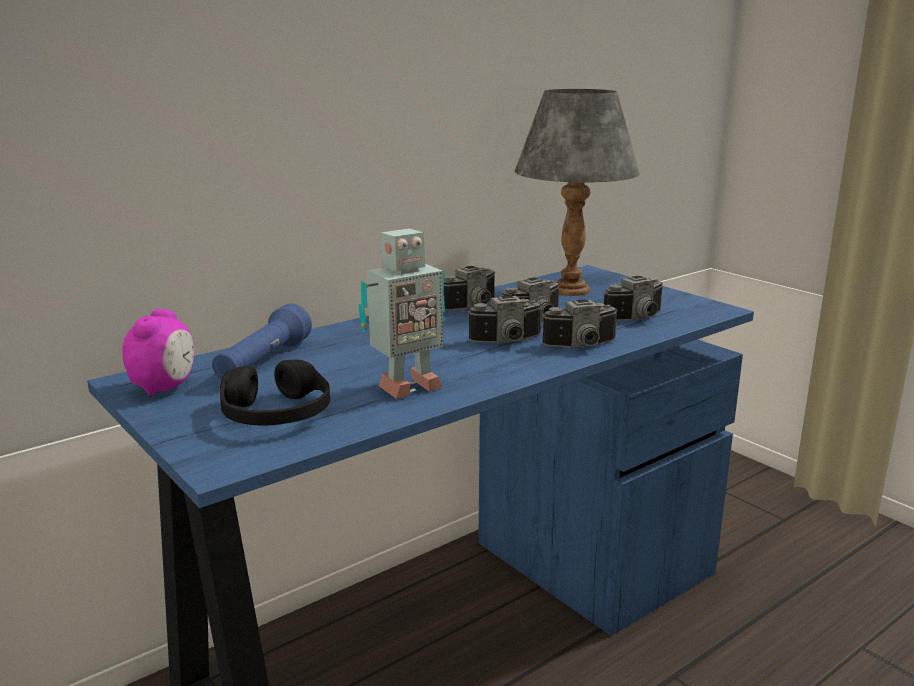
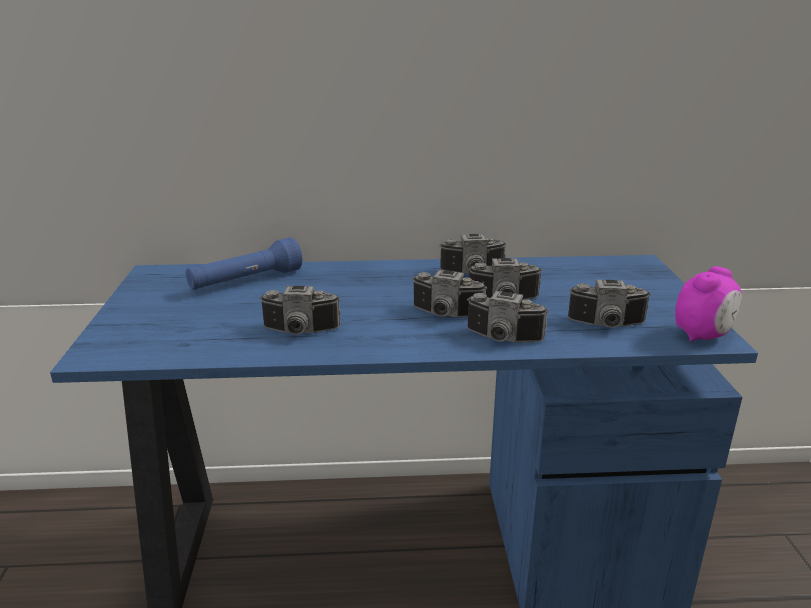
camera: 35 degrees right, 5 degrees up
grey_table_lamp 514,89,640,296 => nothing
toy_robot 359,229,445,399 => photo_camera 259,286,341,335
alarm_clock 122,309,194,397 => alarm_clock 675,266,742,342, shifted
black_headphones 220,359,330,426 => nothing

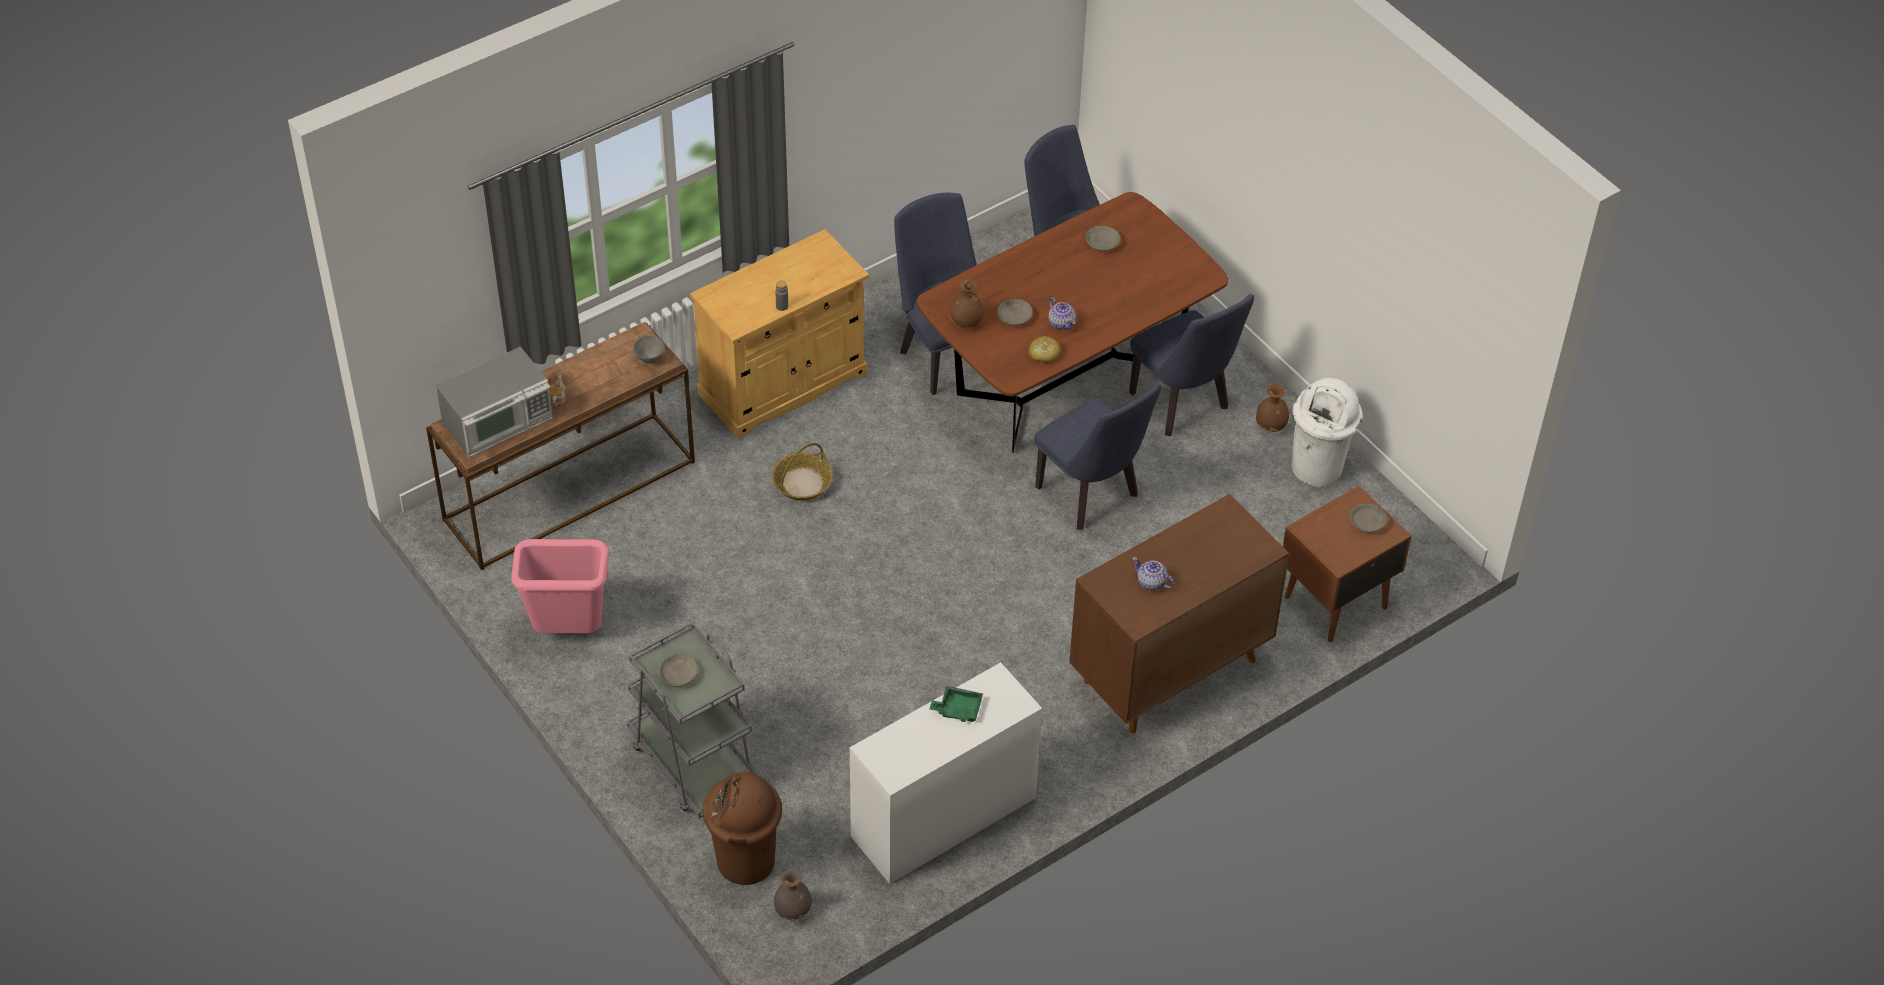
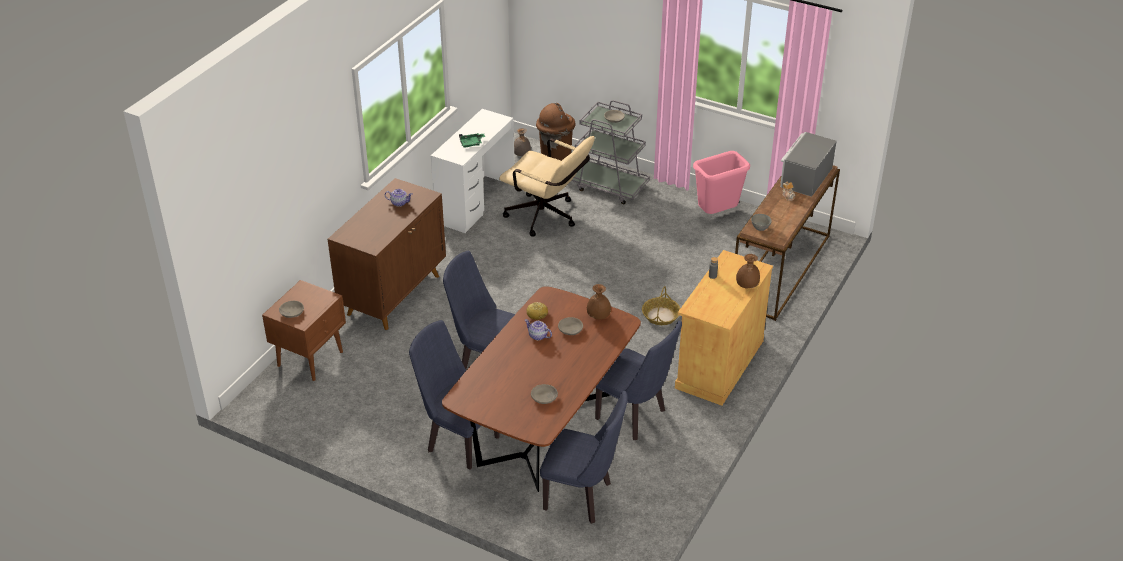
camera: 155 degrees right, 10 degrees down
white_trash_can 1291,378,1363,487 => nothing
brown_vase 1256,385,1289,432 => brown_vase 736,254,760,288, shifted
nothing => beige_office_chair 499,136,595,237

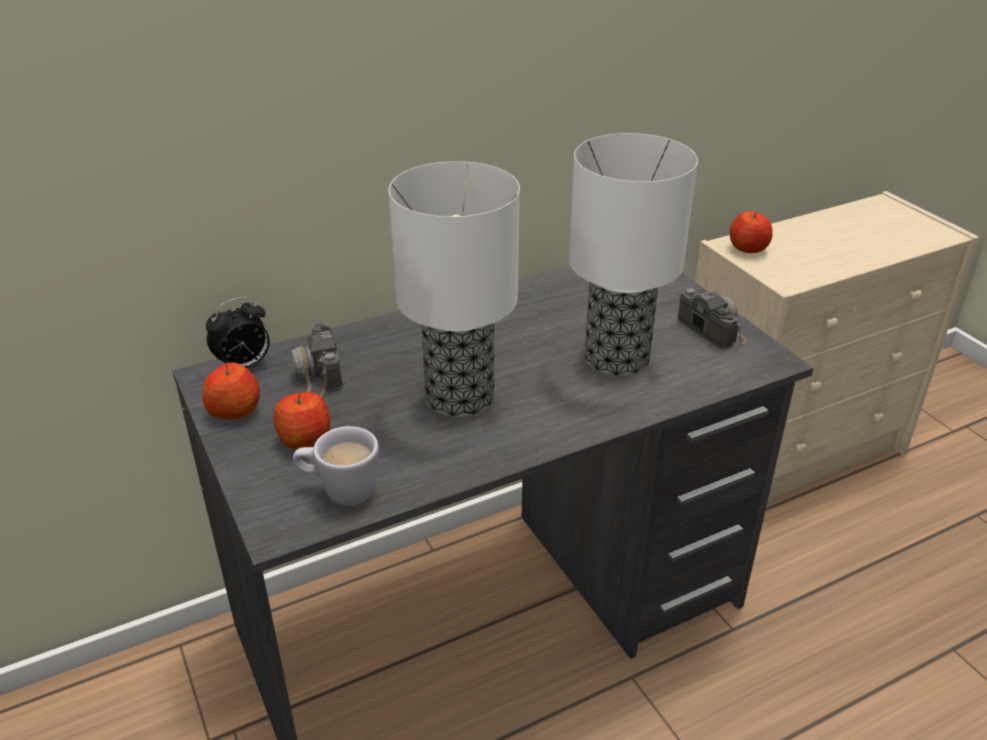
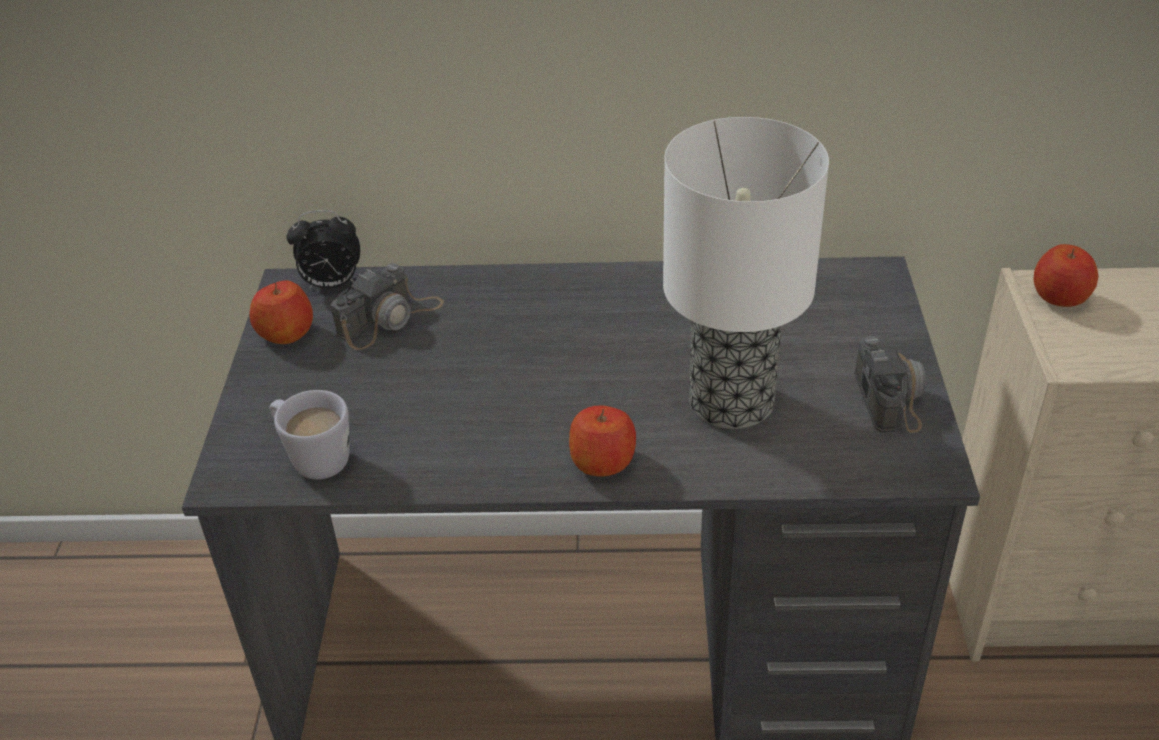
camera: 30 degrees right, 5 degrees up
table_lamp 389,161,520,418 => nothing
photo_camera 291,323,343,397 => photo_camera 331,263,444,350, 150 degrees counterclockwise
apple 273,392,330,450 => apple 569,406,636,476, shifted

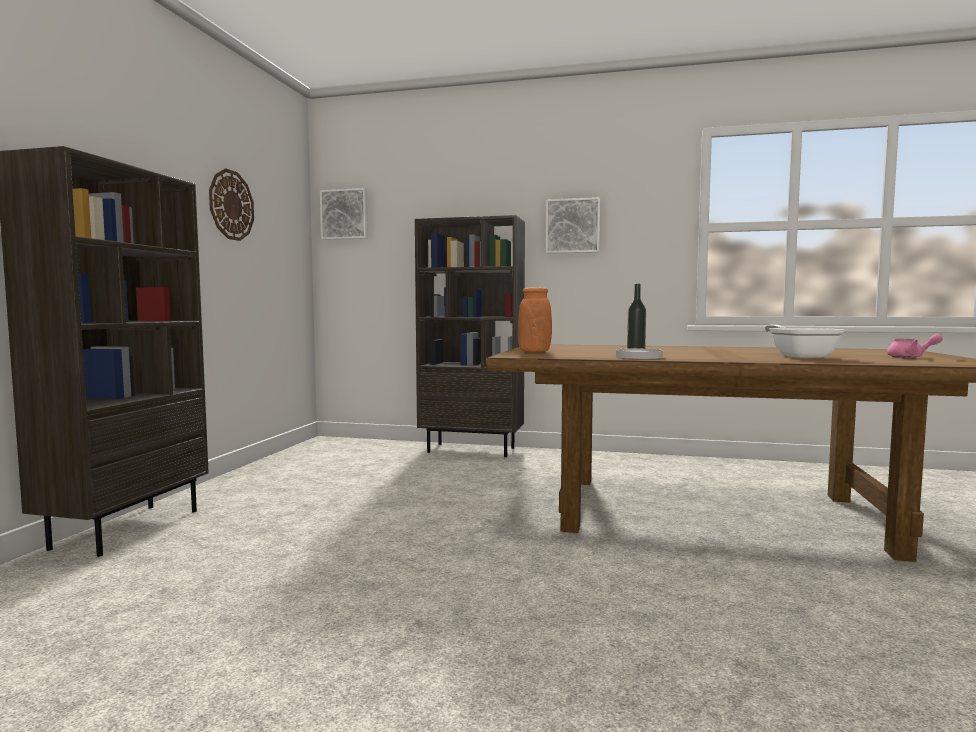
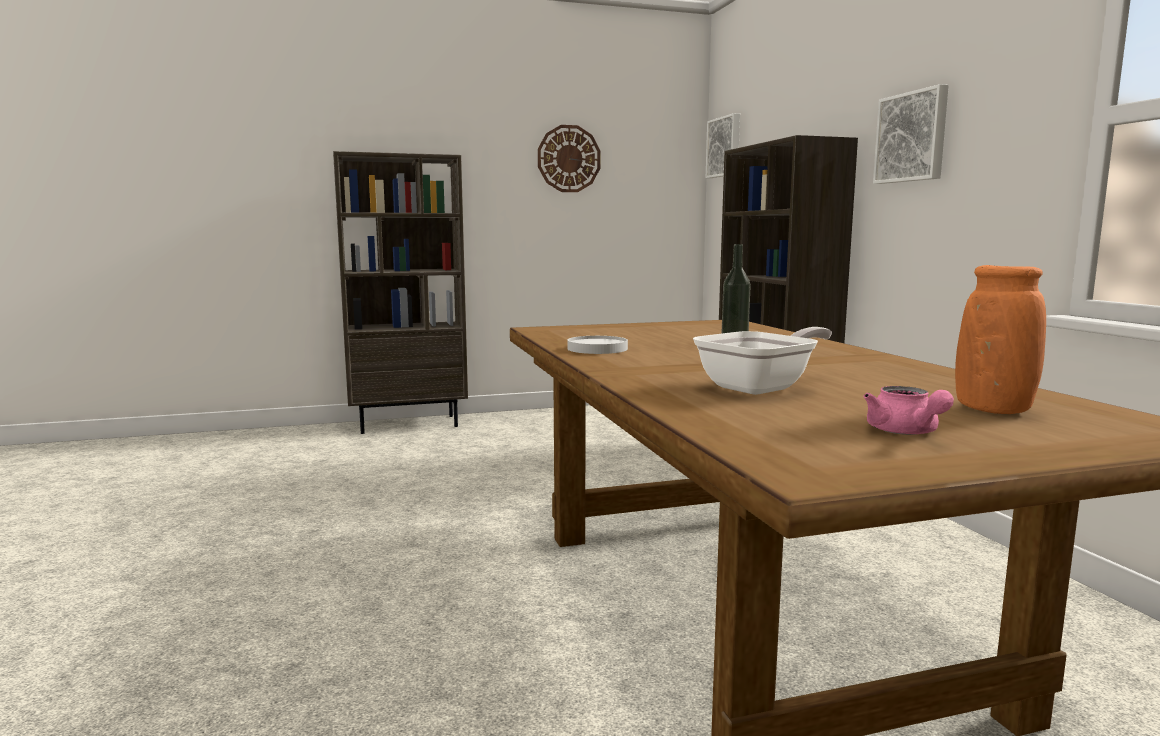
camera: 60 degrees right, 5 degrees up
orange_vase 518,288,552,352 => orange_vase 955,265,1046,414, shifted

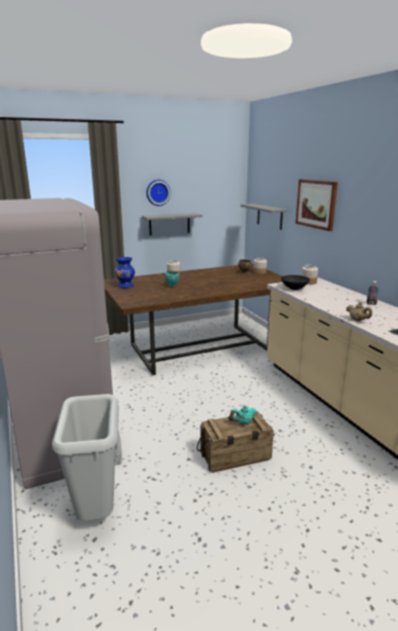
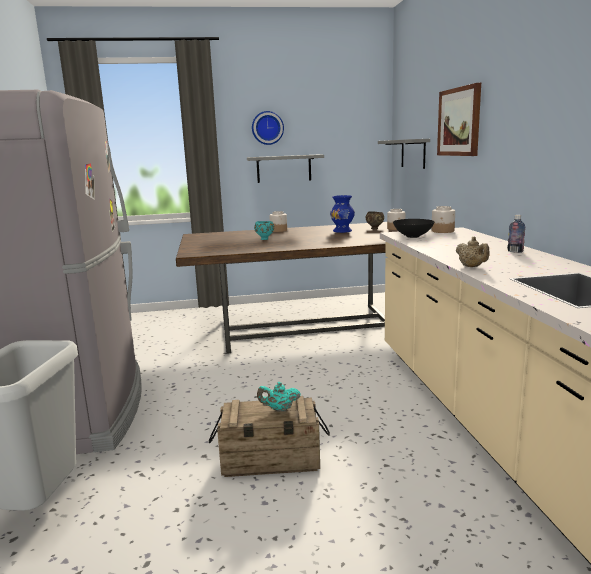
camera: 15 degrees right, 5 degrees down
blue_vase 115,257,135,288 => blue_vase 330,195,355,233, shifted

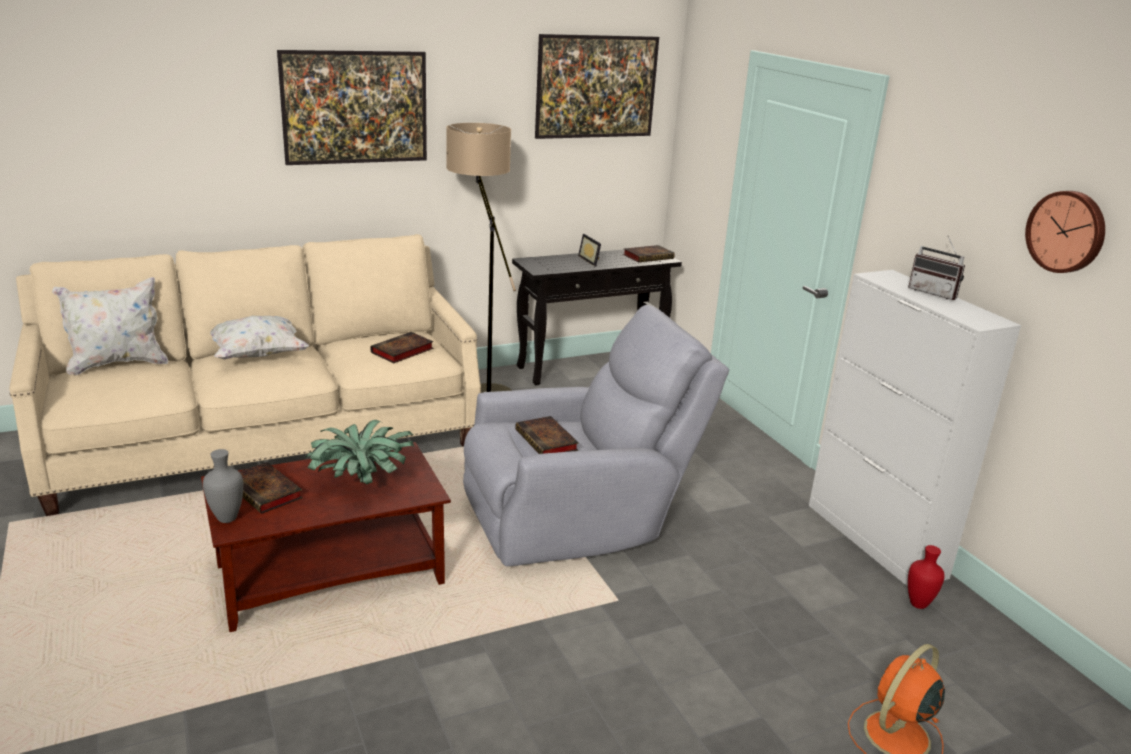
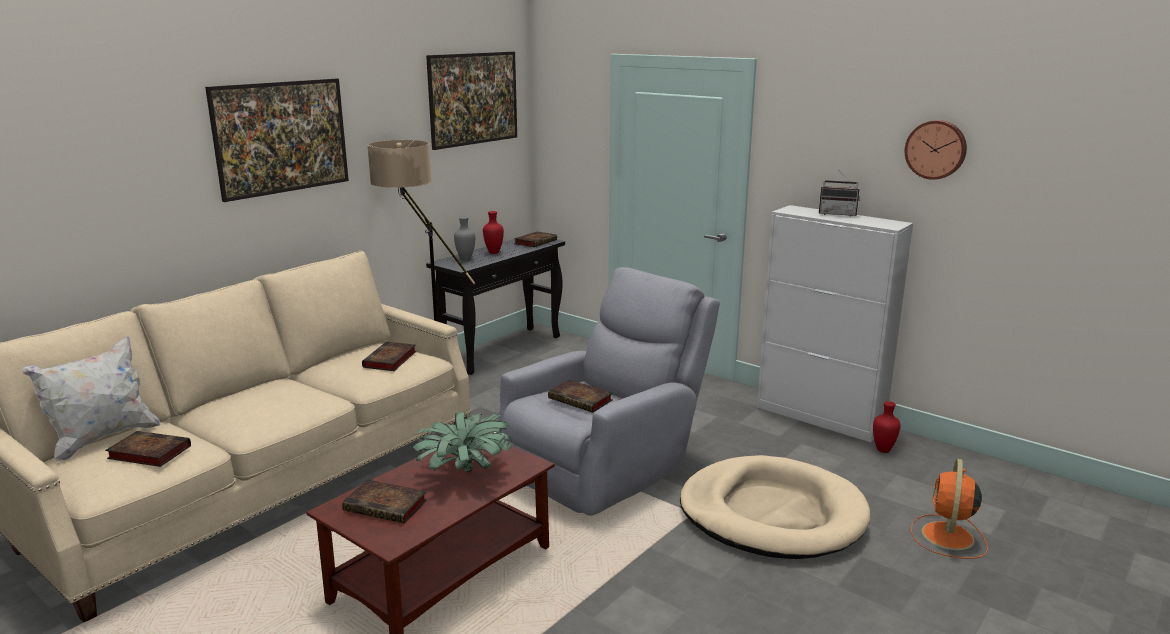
camera: 25 degrees left, 5 degrees down
picture_frame 578,234,601,267 => red_vase 483,211,504,254
white_pillow 210,316,309,359 => nothing
grey_vase 203,449,243,523 => grey_vase 454,217,475,261, shifted
nothing => book 105,431,191,467
nothing => beige_dog_bed 680,455,871,559

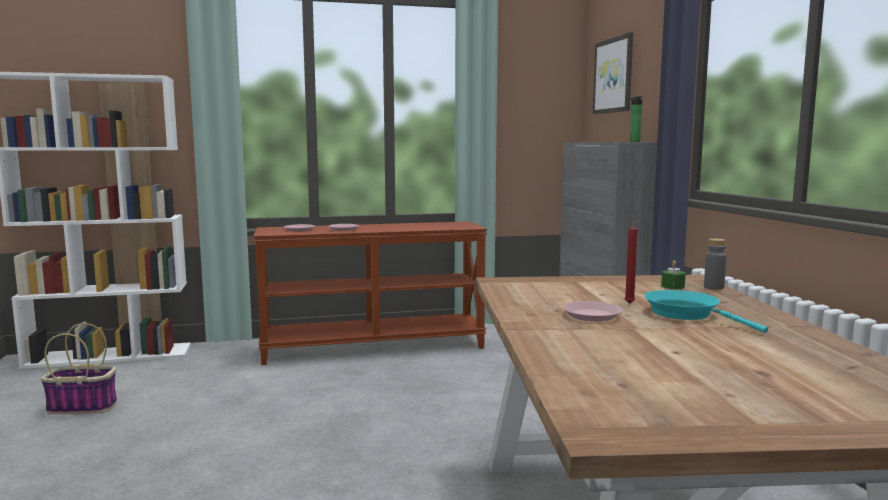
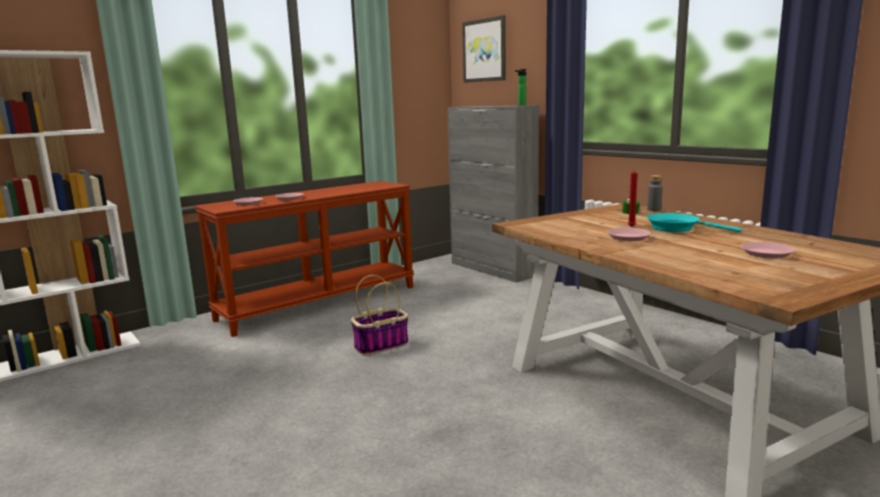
camera: 25 degrees left, 5 degrees up
basket 41,323,117,414 => basket 351,275,409,355, shifted
nothing => pink_plate 741,242,795,259

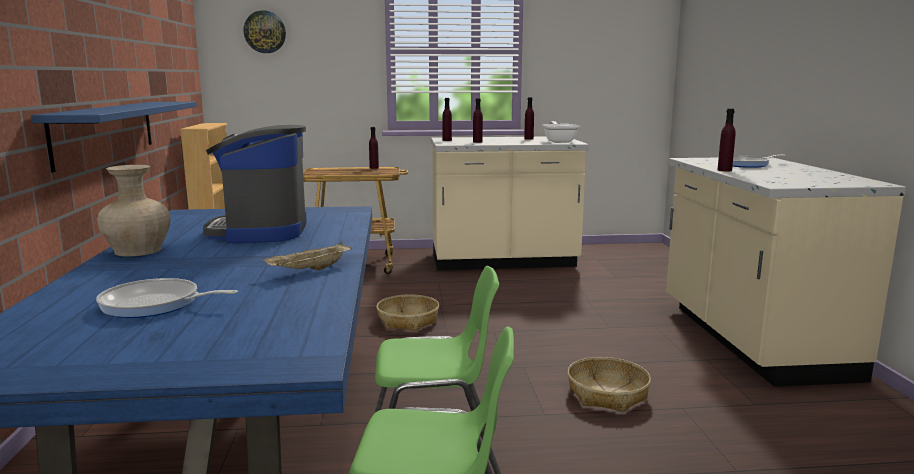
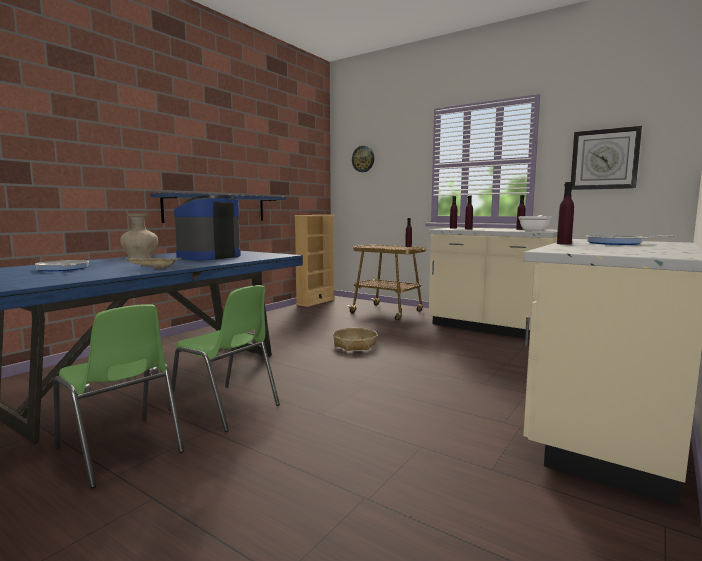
camera: 40 degrees right, 5 degrees down
basket 567,357,651,412 => nothing
nothing => wall_clock 571,126,642,190

